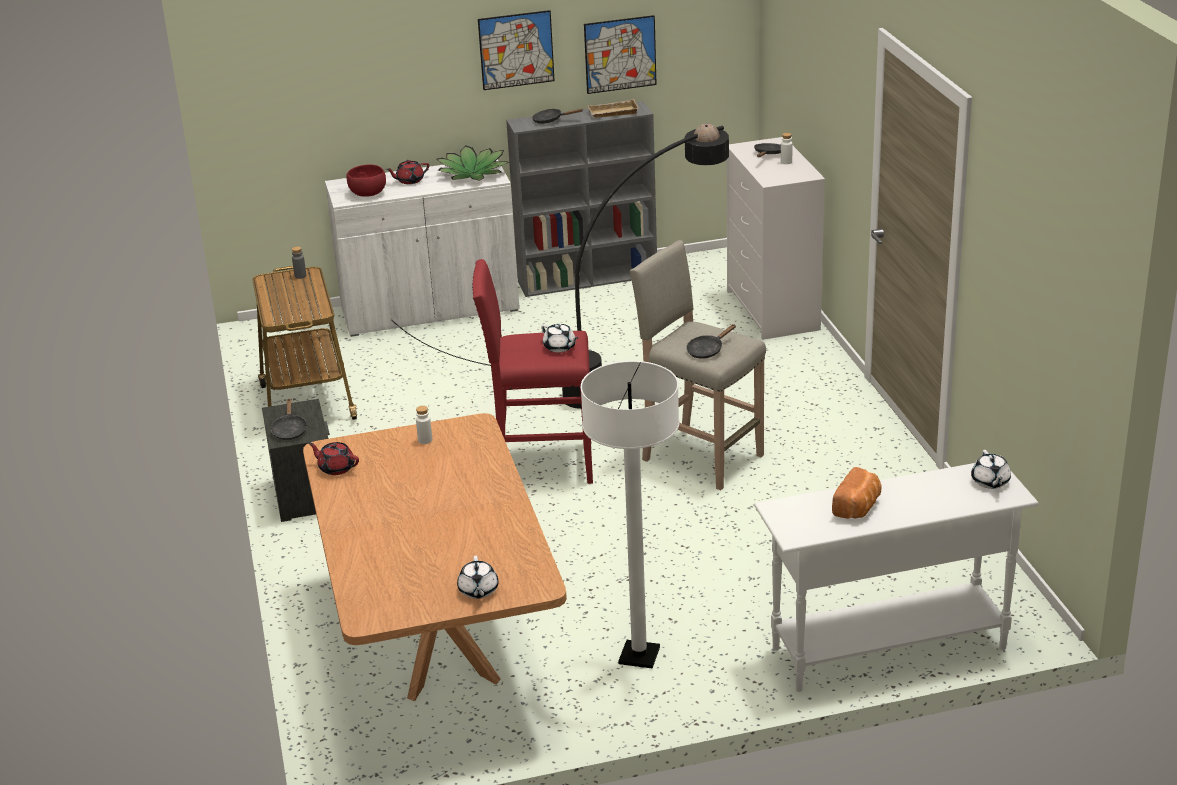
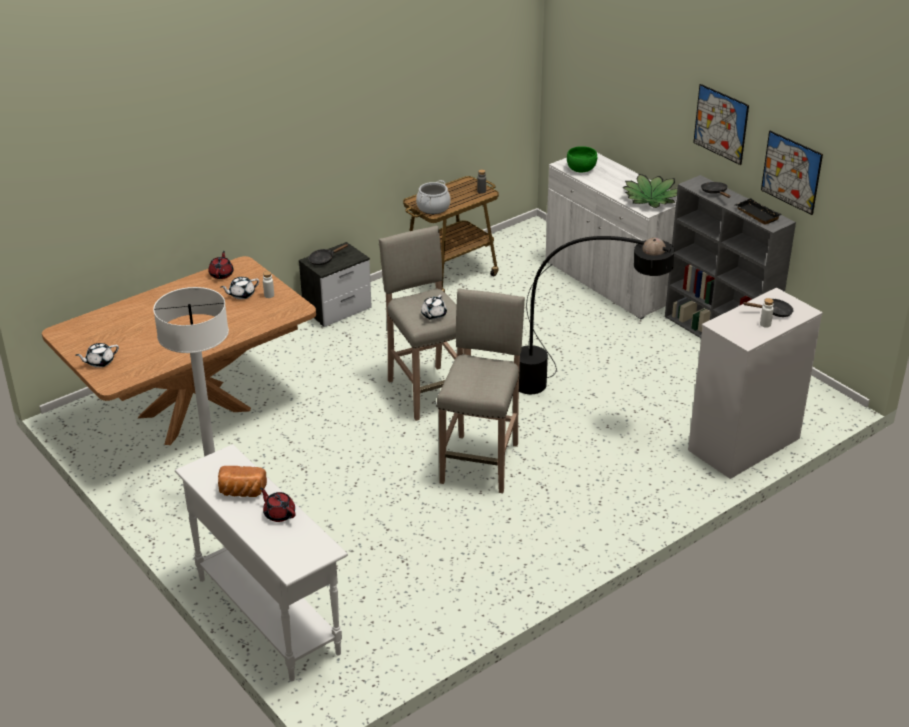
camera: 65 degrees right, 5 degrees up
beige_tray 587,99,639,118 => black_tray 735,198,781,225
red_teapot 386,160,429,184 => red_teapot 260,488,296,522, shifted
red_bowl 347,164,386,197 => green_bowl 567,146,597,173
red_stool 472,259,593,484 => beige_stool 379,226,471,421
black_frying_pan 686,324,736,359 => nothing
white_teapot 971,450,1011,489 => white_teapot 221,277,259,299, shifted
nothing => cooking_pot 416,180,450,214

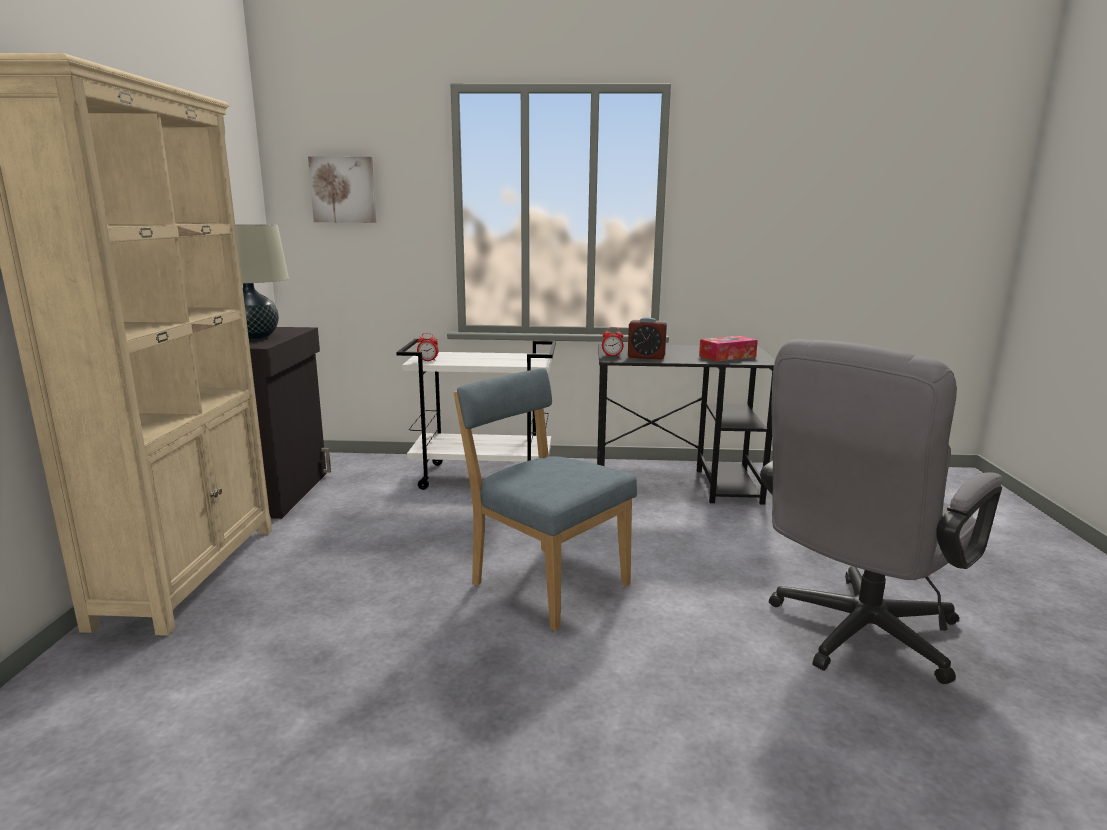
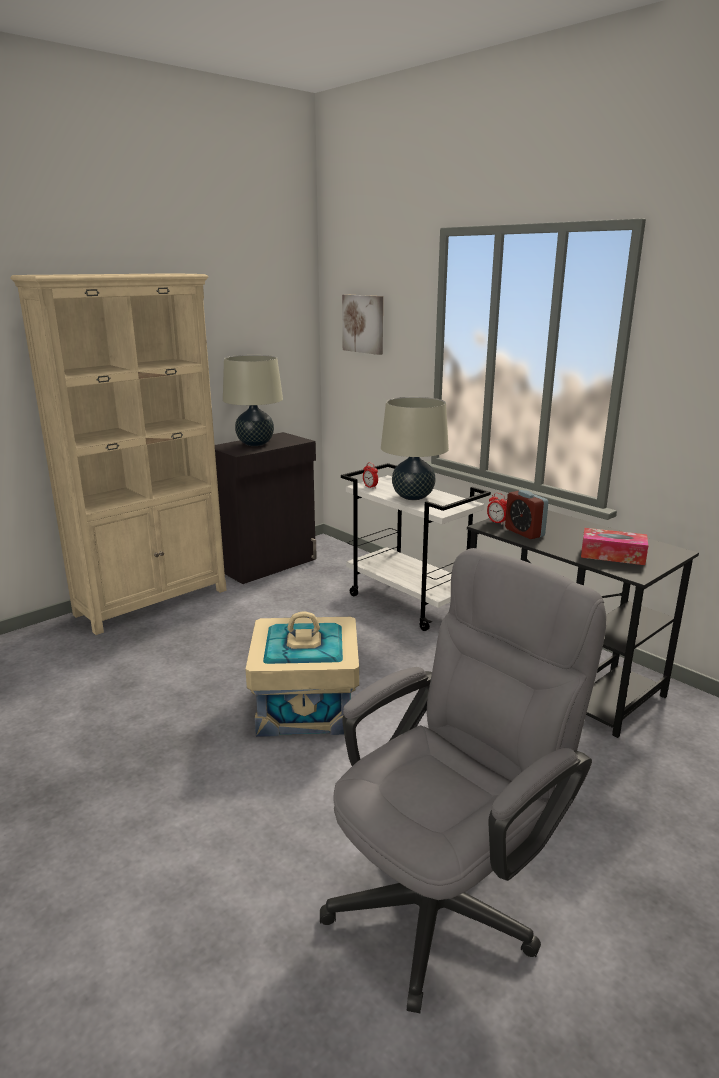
camera: 45 degrees right, 5 degrees up
grey_office_chair 760,339,1002,684 => grey_office_chair 320,548,606,1013, 135 degrees clockwise
blue_chair 454,368,637,631 => beige_storage_box 246,611,359,737
nothing => beige_table_lamp 381,397,449,500

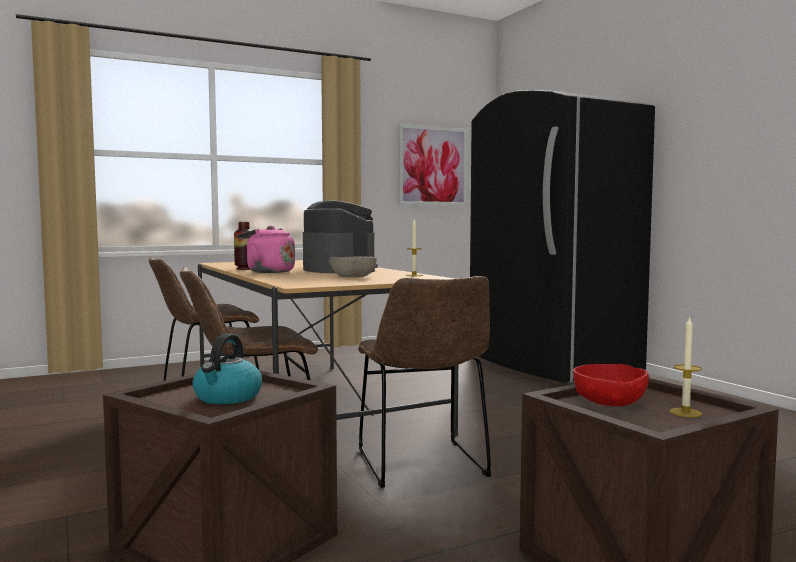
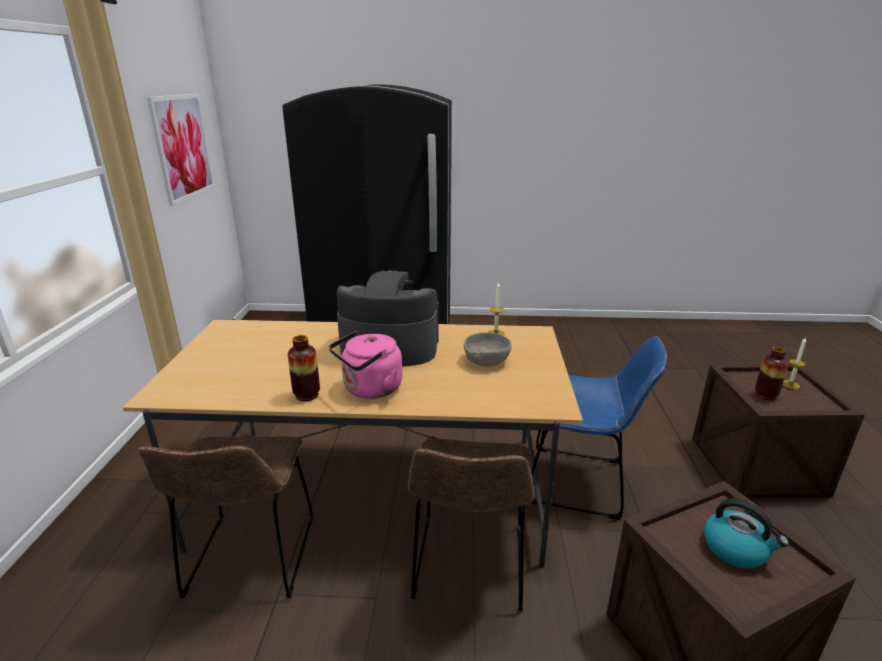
camera: 60 degrees left, 20 degrees up
brown_chair 358,276,491,488 => blue_chair 531,336,667,520
red_bowl 573,364,649,406 => vase 755,347,789,400

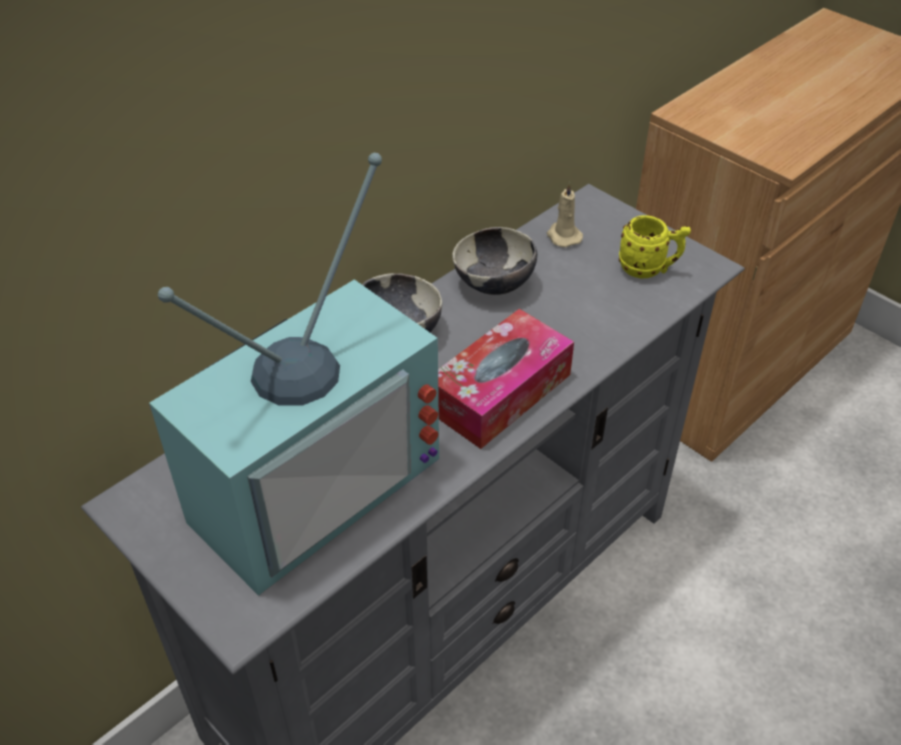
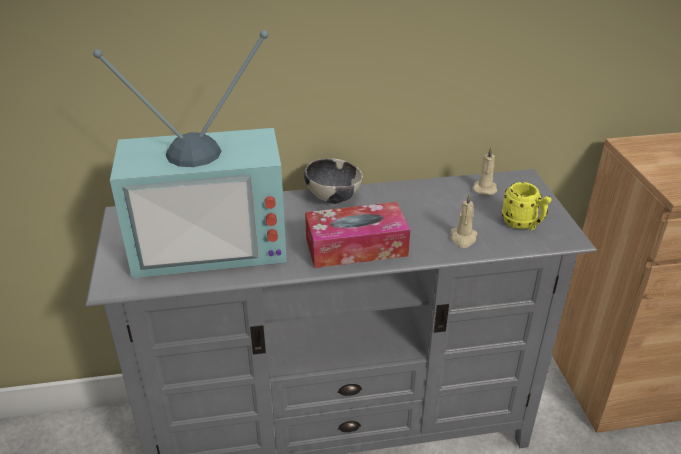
camera: 35 degrees right, 10 degrees down
bowl 452,227,537,295 => nothing
nothing => beige_candle 451,193,478,248

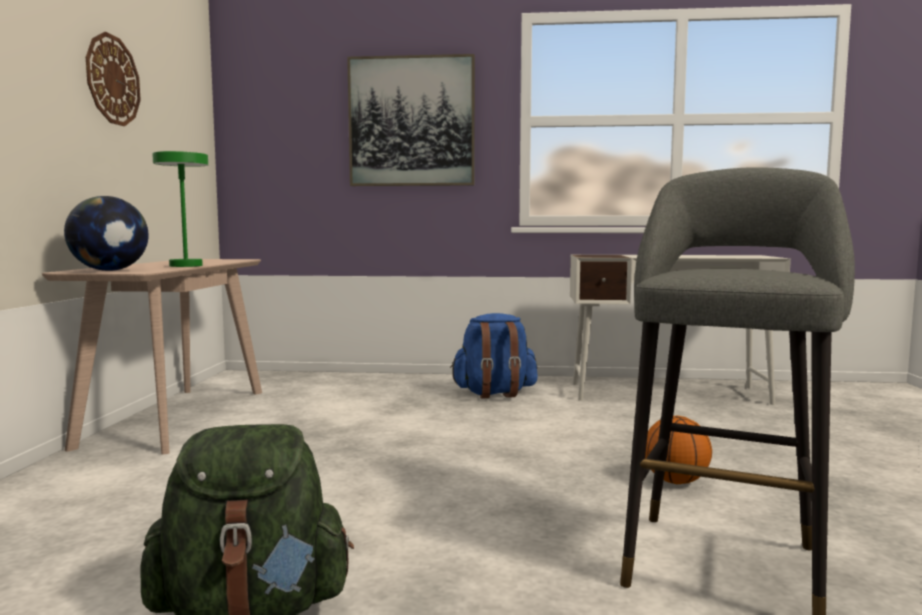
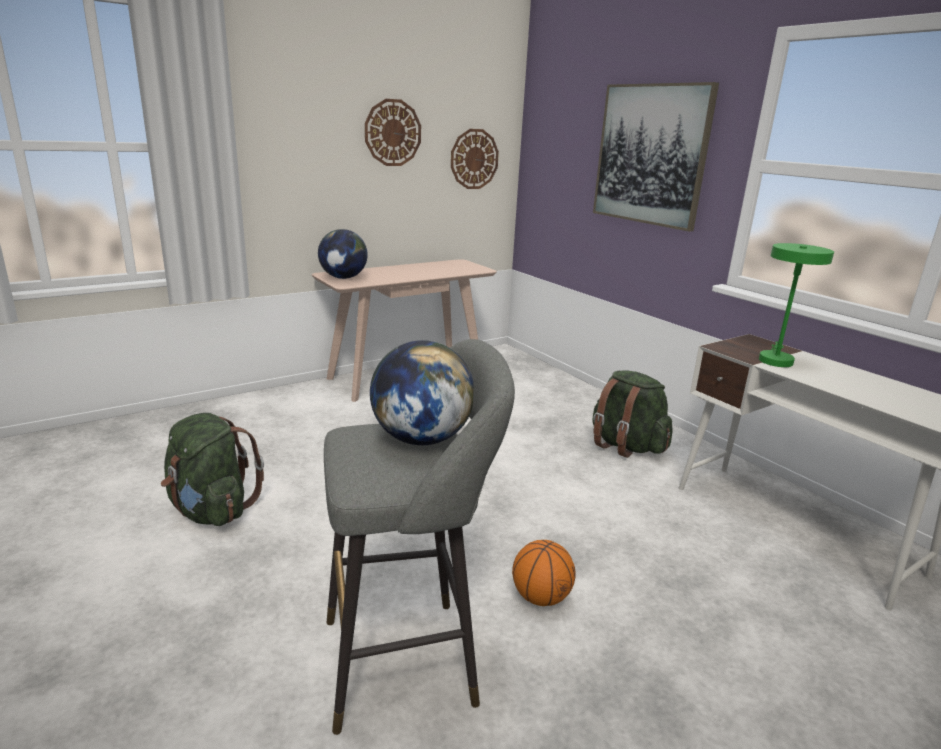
camera: 50 degrees right, 15 degrees up
green_table_lamp 152,151,208,267 => green_table_lamp 759,243,834,367, shifted
blue_backpack 450,313,538,398 => green_backpack 593,370,673,458
nothing => wall_clock 451,129,499,189
nothing => globe 370,340,474,445

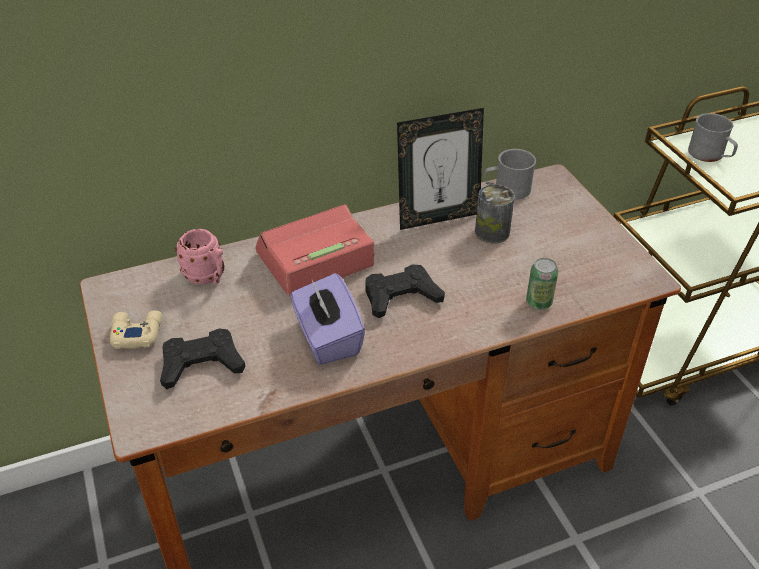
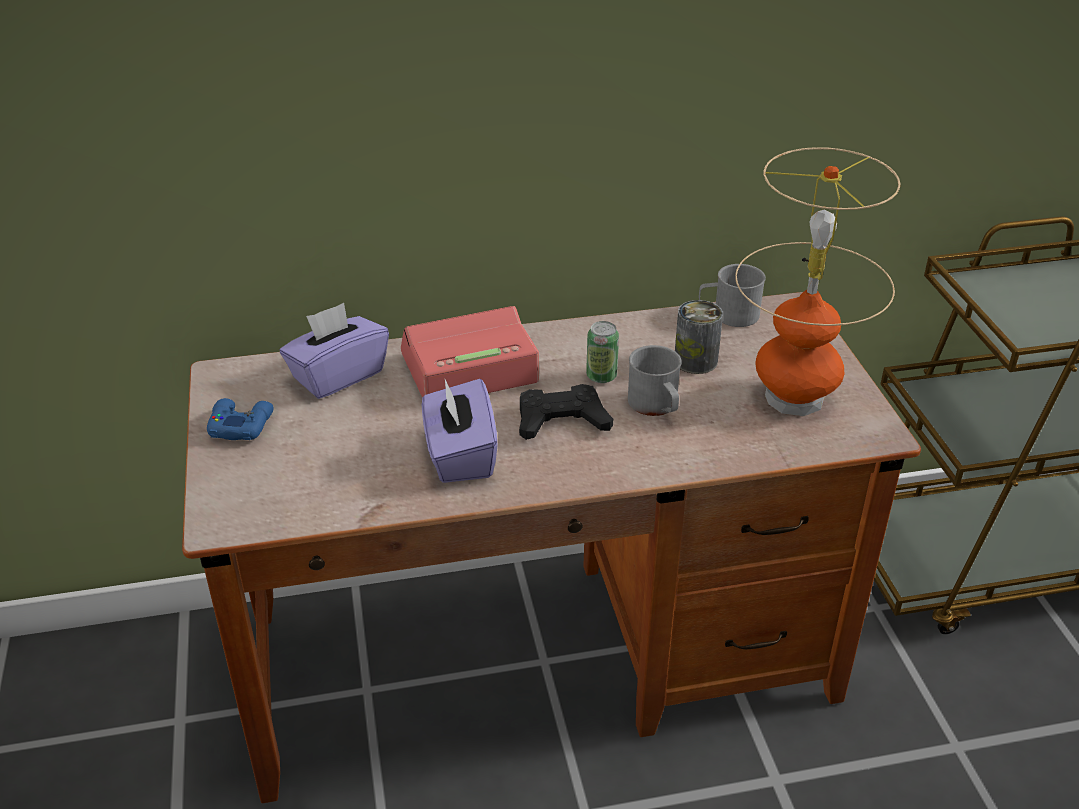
camera: 10 degrees right, 5 degrees down
picture_frame 397,108,484,230 => nothing
grey_mug 688,113,738,162 => grey_mug 628,345,682,416, shifted
pink_mug 175,229,224,285 => purple_tissue_box 280,303,389,399
can 526,258,558,310 => can 586,321,619,383, shifted
beige_game_controller 110,310,162,349 => blue_game_controller 207,398,274,440
black_game_controller 160,329,245,389 => nothing
nothing => table_lamp 735,148,900,416

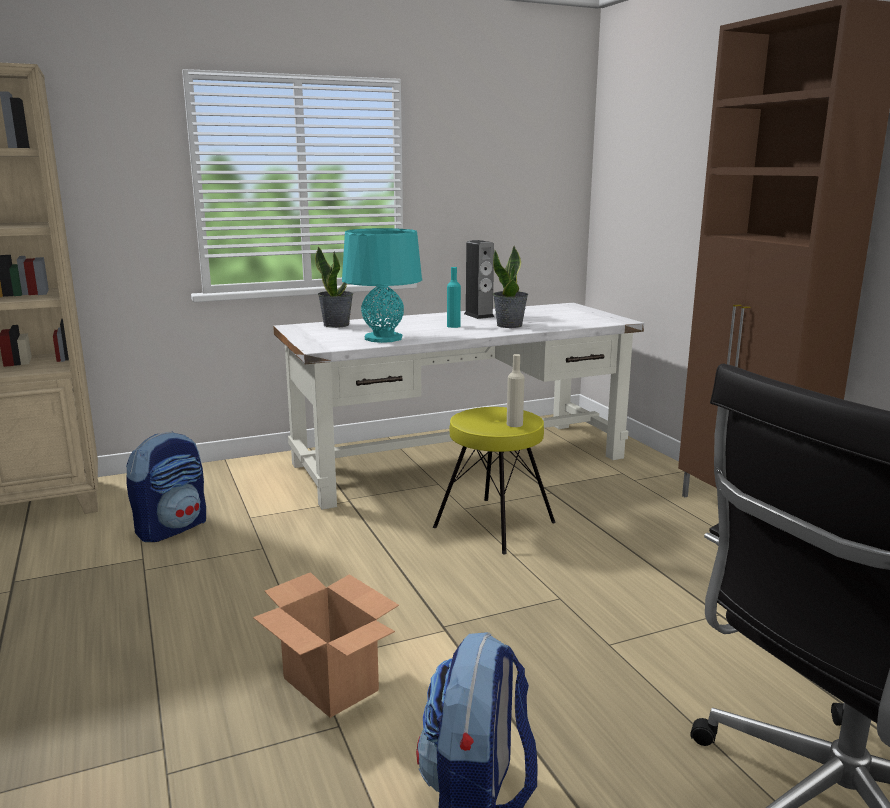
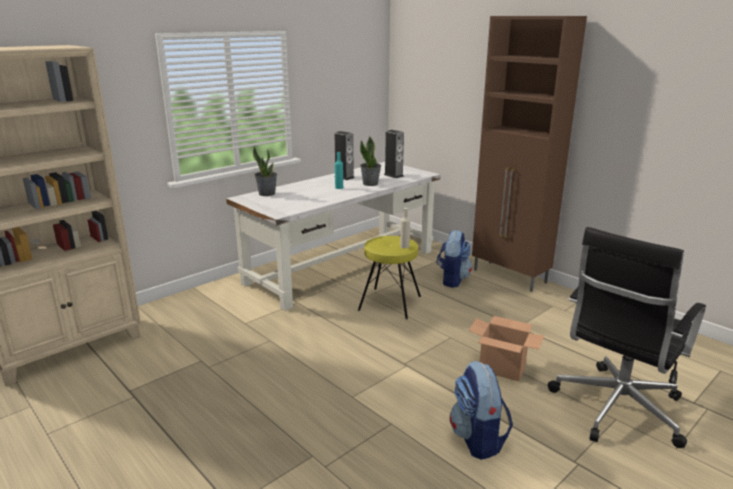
camera: 20 degrees left, 5 degrees up
turquoise_table_lamp 342,228,422,343 => nothing
backpack 126,431,206,542 => backpack 436,230,472,288, shifted
cardboard_box 253,572,399,718 => cardboard_box 469,316,544,381, shifted
nothing => speaker 384,130,404,178

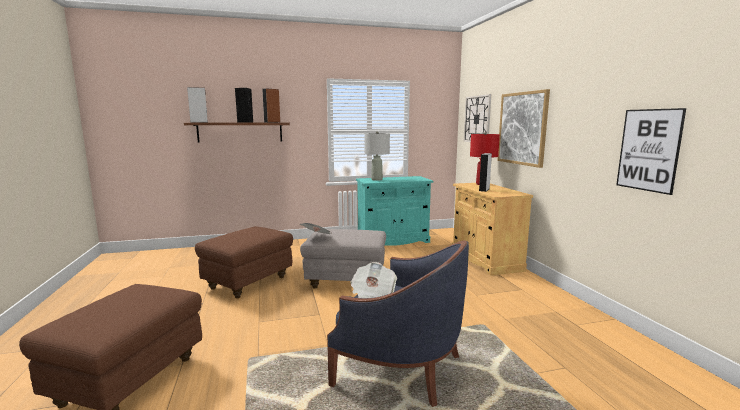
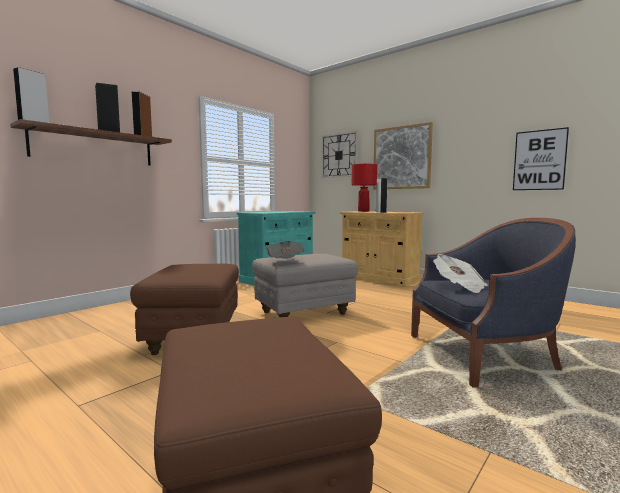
camera: 35 degrees left, 5 degrees down
grey_table_lamp 364,131,390,181 => nothing

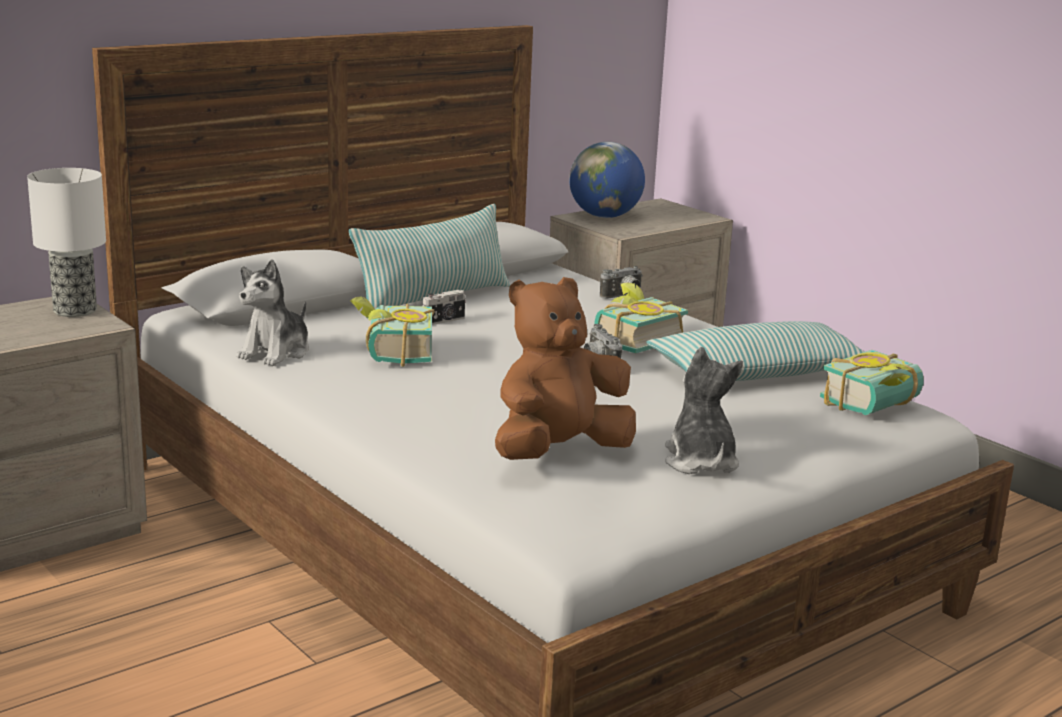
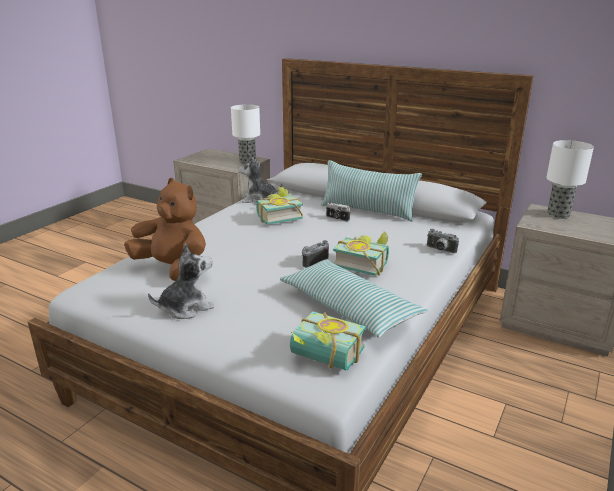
camera: 70 degrees right, 5 degrees up
globe 569,142,645,218 => table_lamp 546,140,594,219

